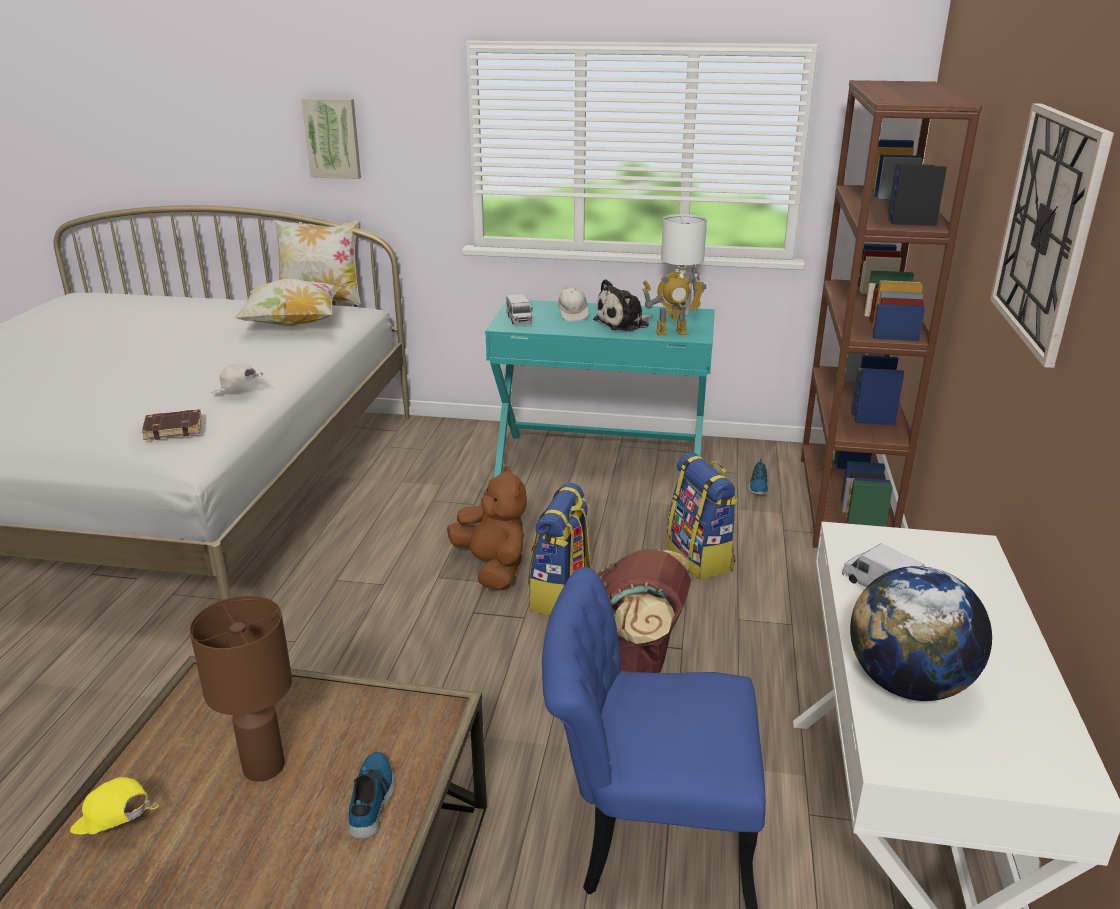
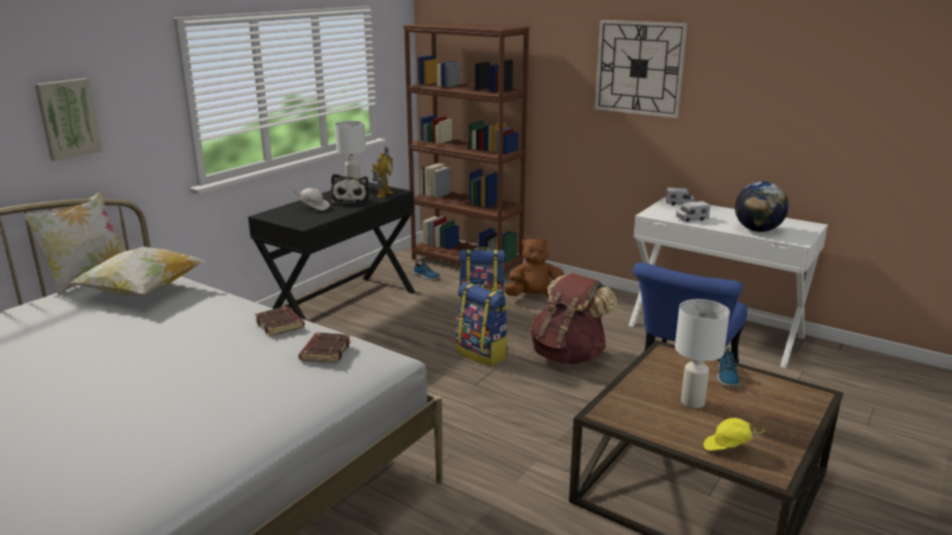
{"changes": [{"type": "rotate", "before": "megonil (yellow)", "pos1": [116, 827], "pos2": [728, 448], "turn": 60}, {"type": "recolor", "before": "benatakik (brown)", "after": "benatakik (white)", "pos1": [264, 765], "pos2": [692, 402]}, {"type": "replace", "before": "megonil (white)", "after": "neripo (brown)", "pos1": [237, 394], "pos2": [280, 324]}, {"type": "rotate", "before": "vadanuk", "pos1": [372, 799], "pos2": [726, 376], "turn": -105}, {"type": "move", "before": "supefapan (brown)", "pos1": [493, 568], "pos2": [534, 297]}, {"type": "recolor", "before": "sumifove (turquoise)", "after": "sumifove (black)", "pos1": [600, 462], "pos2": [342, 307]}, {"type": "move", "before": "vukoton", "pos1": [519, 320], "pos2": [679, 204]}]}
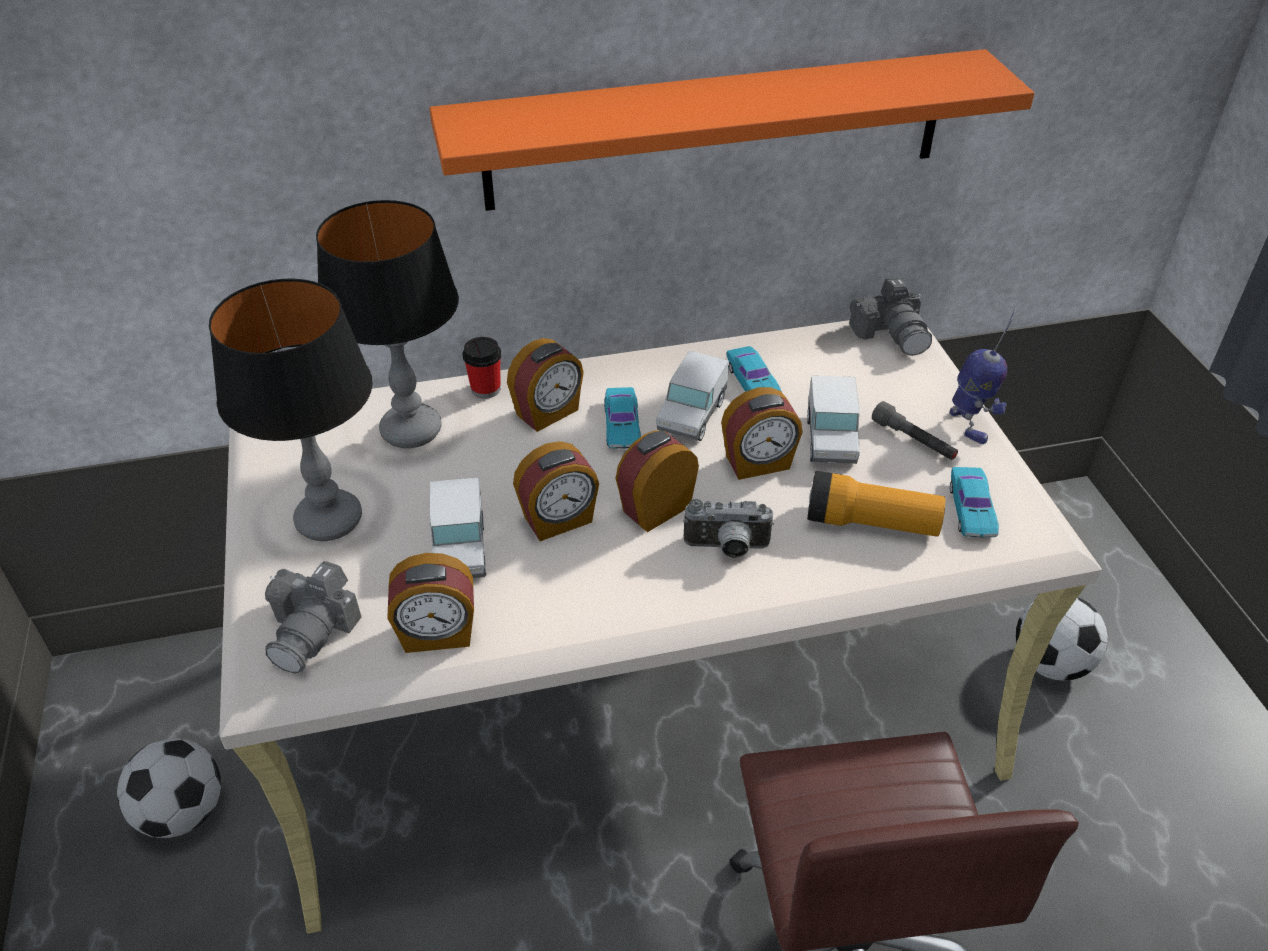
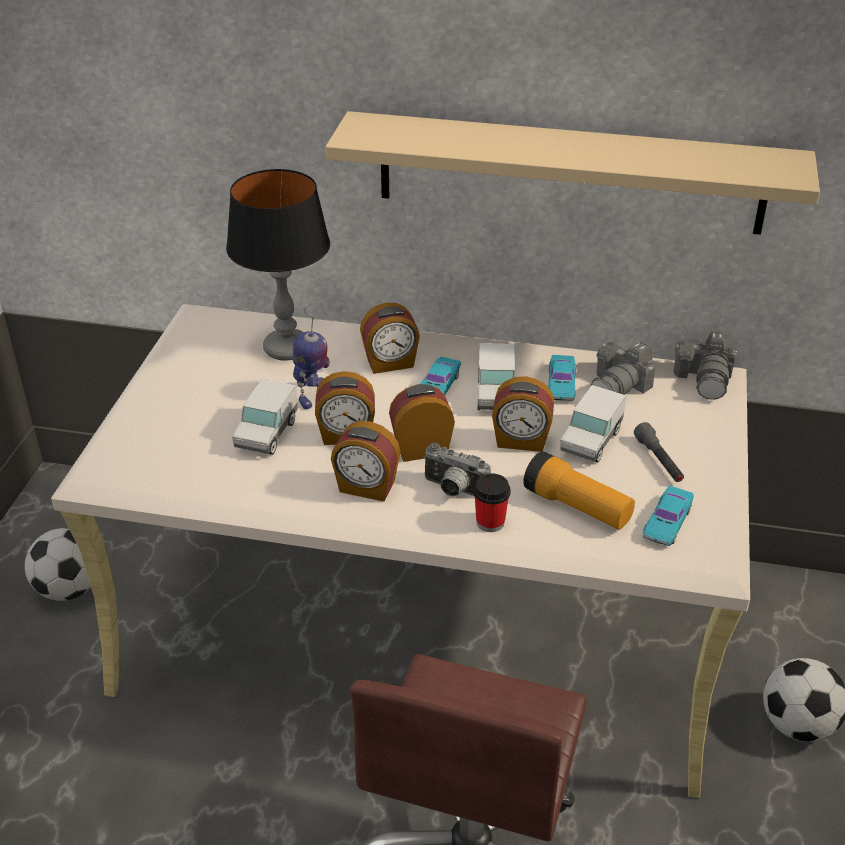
{"changes": [{"type": "delete", "before": "benatakik", "pos1": [328, 520]}, {"type": "move", "before": "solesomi", "pos1": [313, 630], "pos2": [619, 386]}, {"type": "move", "before": "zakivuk", "pos1": [437, 635], "pos2": [366, 488]}, {"type": "recolor", "before": "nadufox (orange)", "after": "nadufox (beige)", "pos1": [716, 130], "pos2": [570, 173]}, {"type": "move", "before": "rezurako", "pos1": [486, 389], "pos2": [490, 522]}, {"type": "rotate", "before": "vukoton", "pos1": [692, 416], "pos2": [495, 394], "turn": -45}, {"type": "move", "before": "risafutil", "pos1": [969, 425], "pos2": [311, 395]}]}
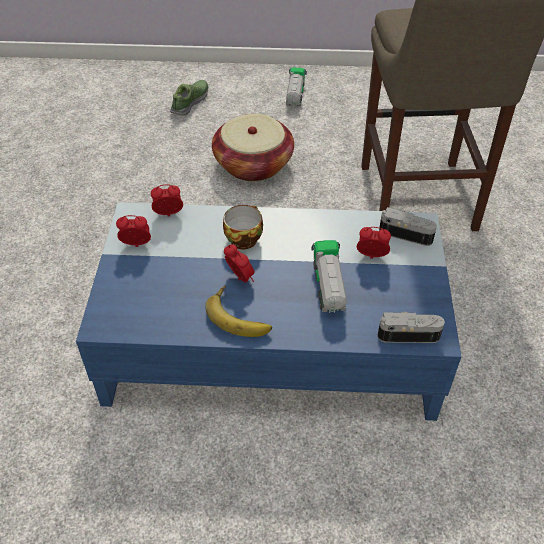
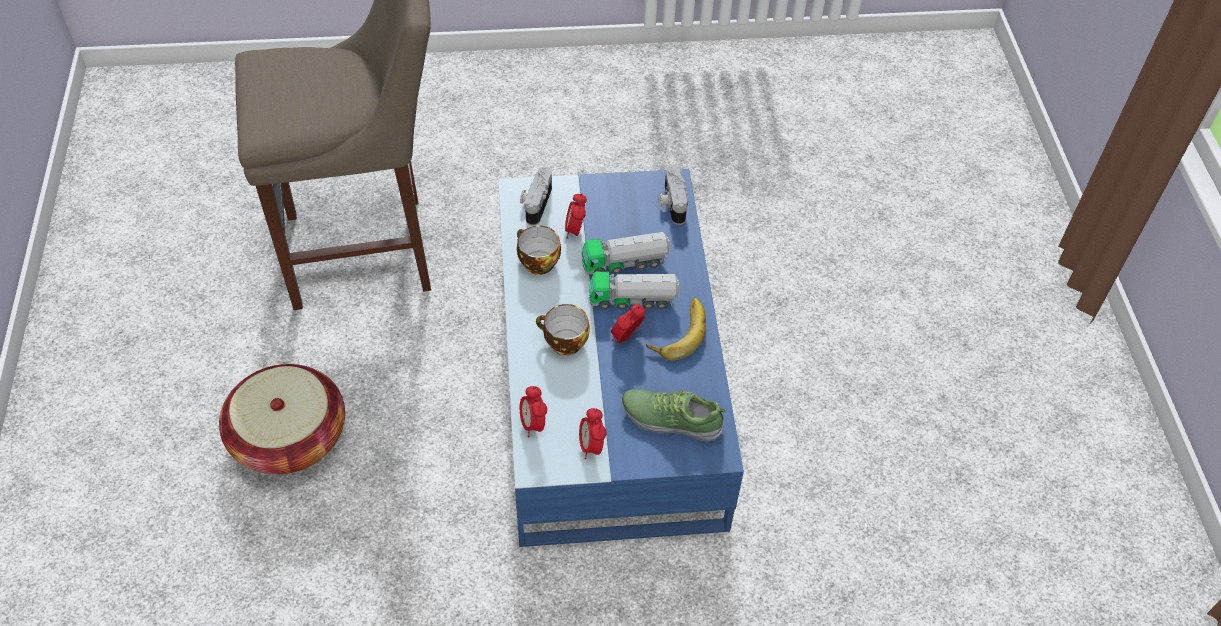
{"changes": [{"type": "move", "before": "vadanuk", "pos1": [190, 102], "pos2": [671, 419]}, {"type": "move", "before": "vukoton", "pos1": [295, 96], "pos2": [633, 300]}, {"type": "insert", "after": "rezurako", "pos2": [536, 262]}]}
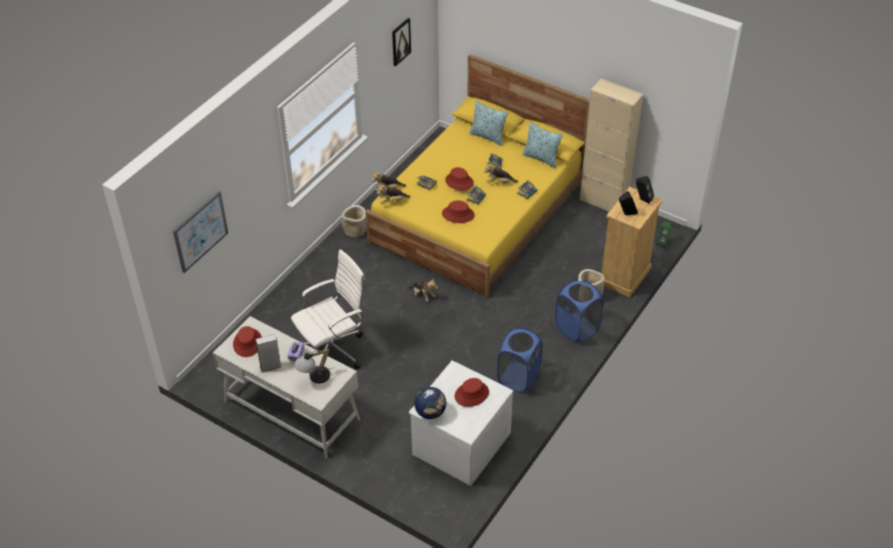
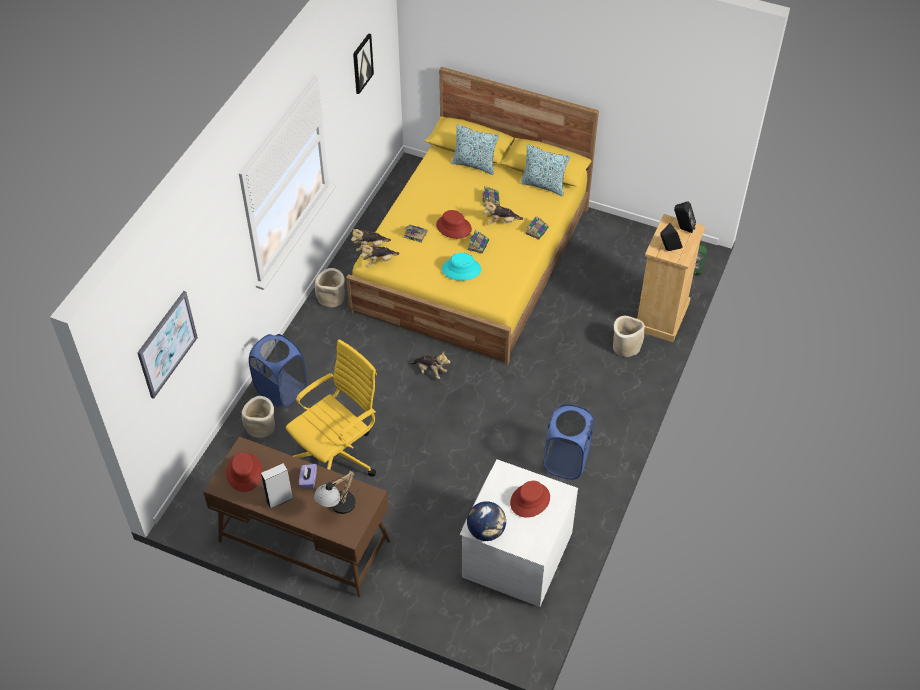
{"changes": [{"type": "recolor", "before": "sumifove (white)", "after": "sumifove (brown)", "pos1": [291, 409], "pos2": [304, 540]}, {"type": "recolor", "before": "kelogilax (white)", "after": "kelogilax (yellow)", "pos1": [333, 350], "pos2": [338, 456]}, {"type": "recolor", "before": "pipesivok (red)", "after": "pipesivok (turquoise)", "pos1": [458, 214], "pos2": [461, 269]}, {"type": "move", "before": "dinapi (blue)", "pos1": [577, 329], "pos2": [281, 389]}, {"type": "delete", "before": "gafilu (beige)", "pos1": [603, 202]}, {"type": "insert", "after": "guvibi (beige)", "pos2": [261, 427]}]}
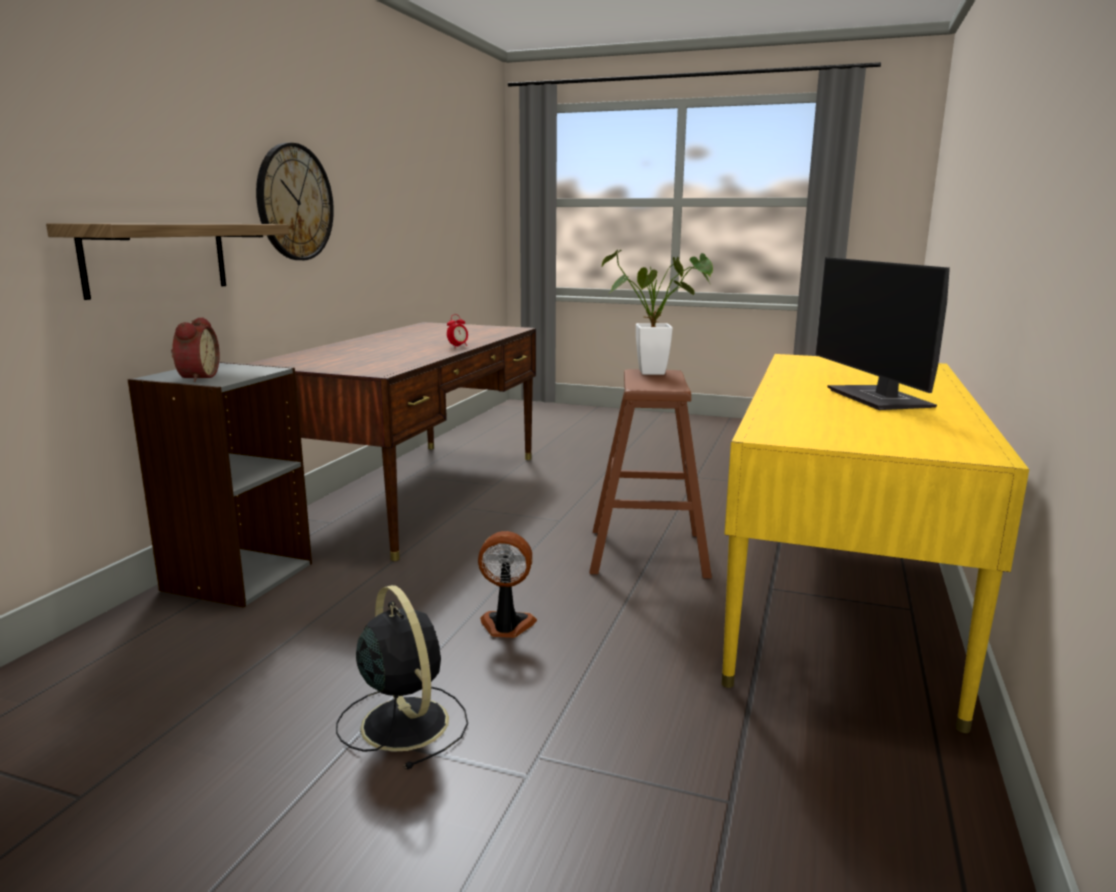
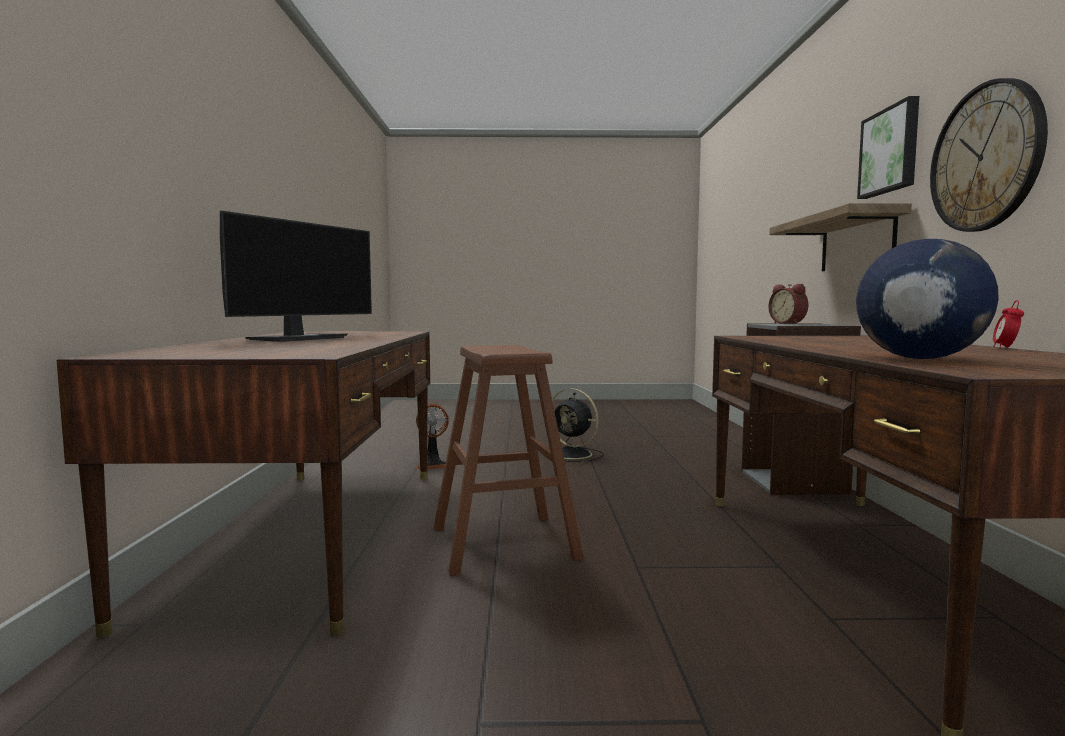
{"changes": [{"type": "move", "before": "zakivuk", "pos1": [458, 346], "pos2": [1005, 348]}, {"type": "move", "before": "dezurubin", "pos1": [506, 626], "pos2": [433, 465]}, {"type": "delete", "before": "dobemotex", "pos1": [659, 373]}, {"type": "recolor", "before": "sumifove (yellow)", "after": "sumifove (brown)", "pos1": [840, 593], "pos2": [312, 532]}, {"type": "rotate", "before": "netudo", "pos1": [880, 399], "pos2": [299, 338], "turn": 60}, {"type": "insert", "after": "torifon", "pos2": [919, 359]}, {"type": "insert", "after": "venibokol", "pos2": [891, 151]}]}
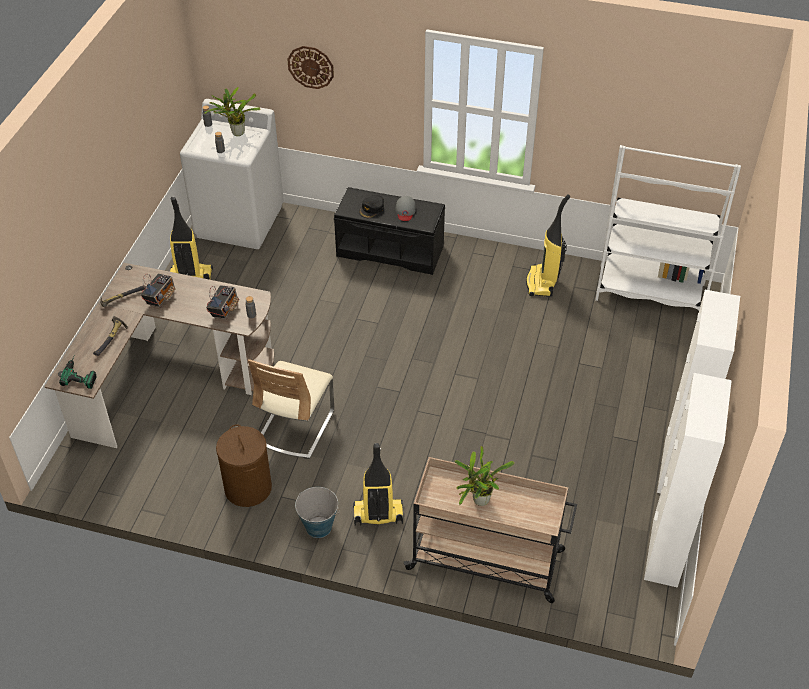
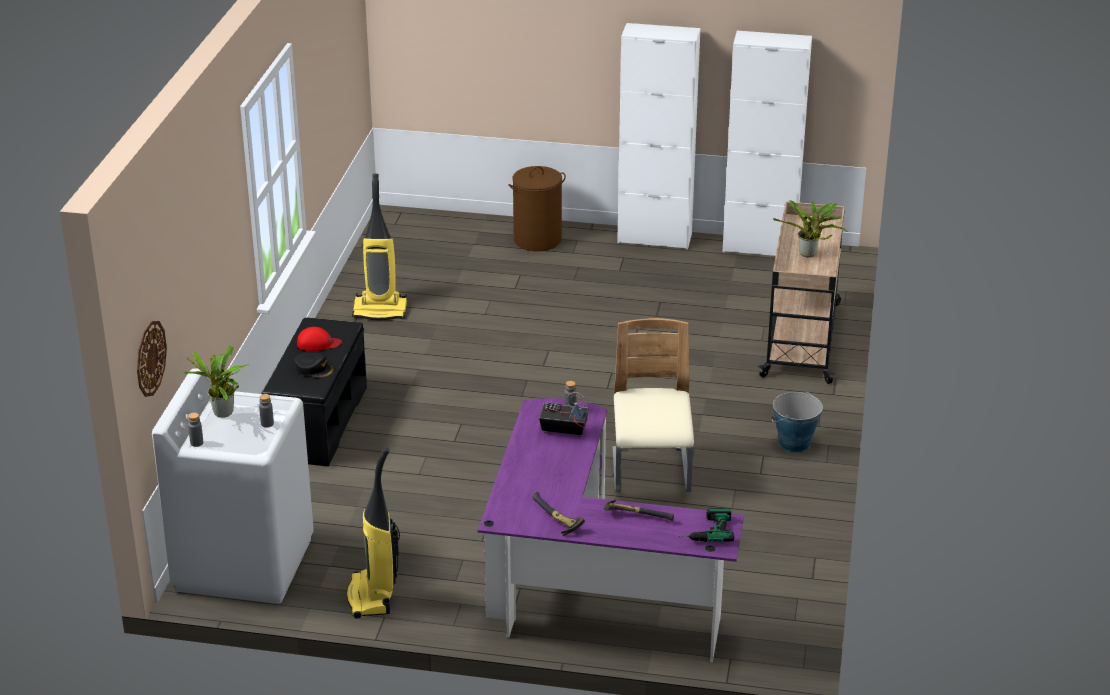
{"changes": [{"type": "recolor", "before": "sumifove (brown)", "after": "sumifove (purple)", "pos1": [168, 376], "pos2": [582, 588]}, {"type": "delete", "before": "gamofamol", "pos1": [160, 297]}, {"type": "move", "before": "dinapi (brown)", "pos1": [248, 488], "pos2": [538, 240]}, {"type": "rotate", "before": "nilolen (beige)", "pos1": [295, 427], "pos2": [651, 473], "turn": -105}, {"type": "move", "before": "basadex", "pos1": [311, 67], "pos2": [150, 358]}, {"type": "delete", "before": "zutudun", "pos1": [377, 515]}, {"type": "recolor", "before": "megonil (grey)", "after": "megonil (red)", "pos1": [405, 210], "pos2": [318, 343]}, {"type": "delete", "before": "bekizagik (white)", "pos1": [650, 292]}]}
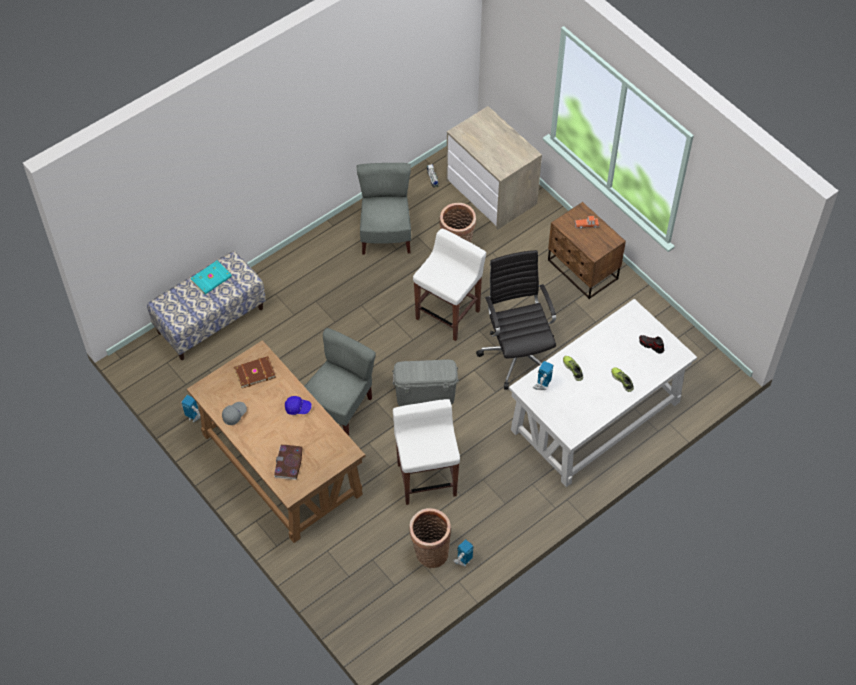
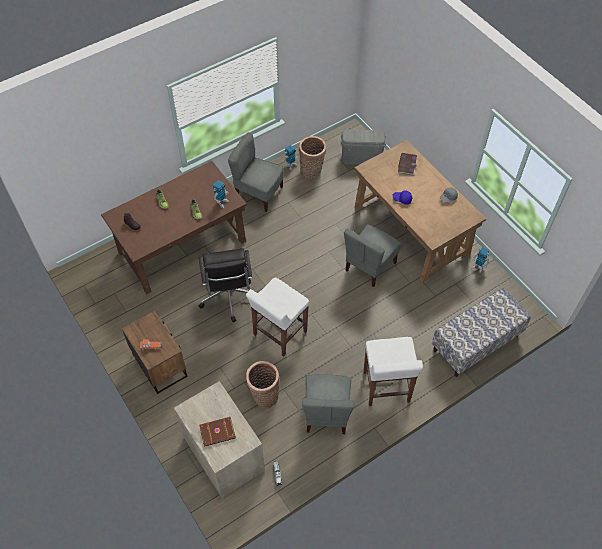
{"changes": [{"type": "delete", "before": "neripo (turquoise)", "pos1": [212, 279]}, {"type": "move", "before": "neripo (brown)", "pos1": [254, 372], "pos2": [218, 433]}, {"type": "move", "before": "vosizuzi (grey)", "pos1": [425, 395], "pos2": [361, 157]}, {"type": "move", "before": "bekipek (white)", "pos1": [426, 478], "pos2": [386, 387]}, {"type": "recolor", "before": "sumifove (white)", "after": "sumifove (brown)", "pos1": [595, 416], "pos2": [182, 246]}, {"type": "insert", "after": "nilolen (grey)", "pos2": [258, 193]}]}
